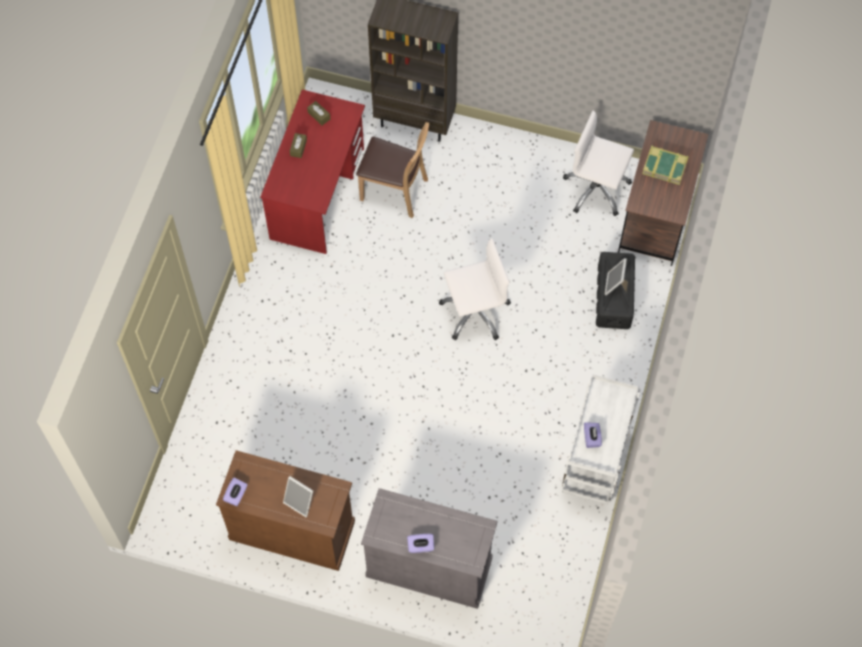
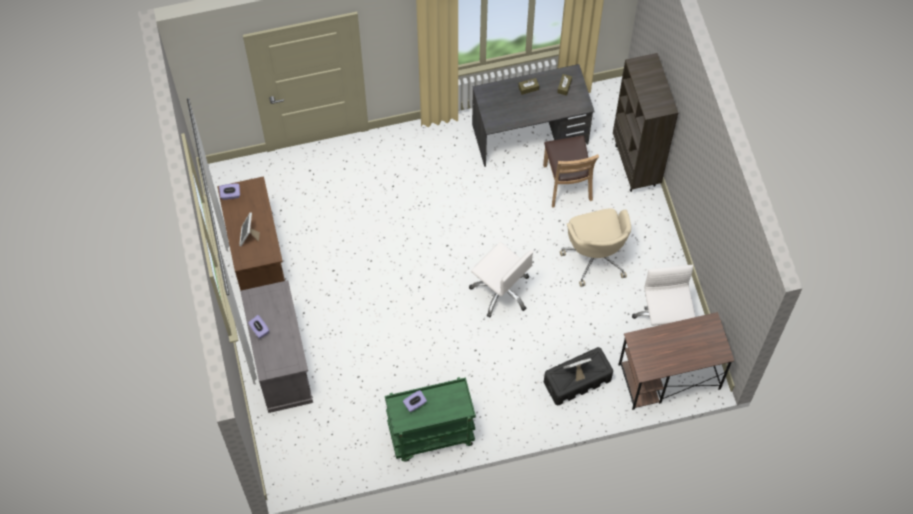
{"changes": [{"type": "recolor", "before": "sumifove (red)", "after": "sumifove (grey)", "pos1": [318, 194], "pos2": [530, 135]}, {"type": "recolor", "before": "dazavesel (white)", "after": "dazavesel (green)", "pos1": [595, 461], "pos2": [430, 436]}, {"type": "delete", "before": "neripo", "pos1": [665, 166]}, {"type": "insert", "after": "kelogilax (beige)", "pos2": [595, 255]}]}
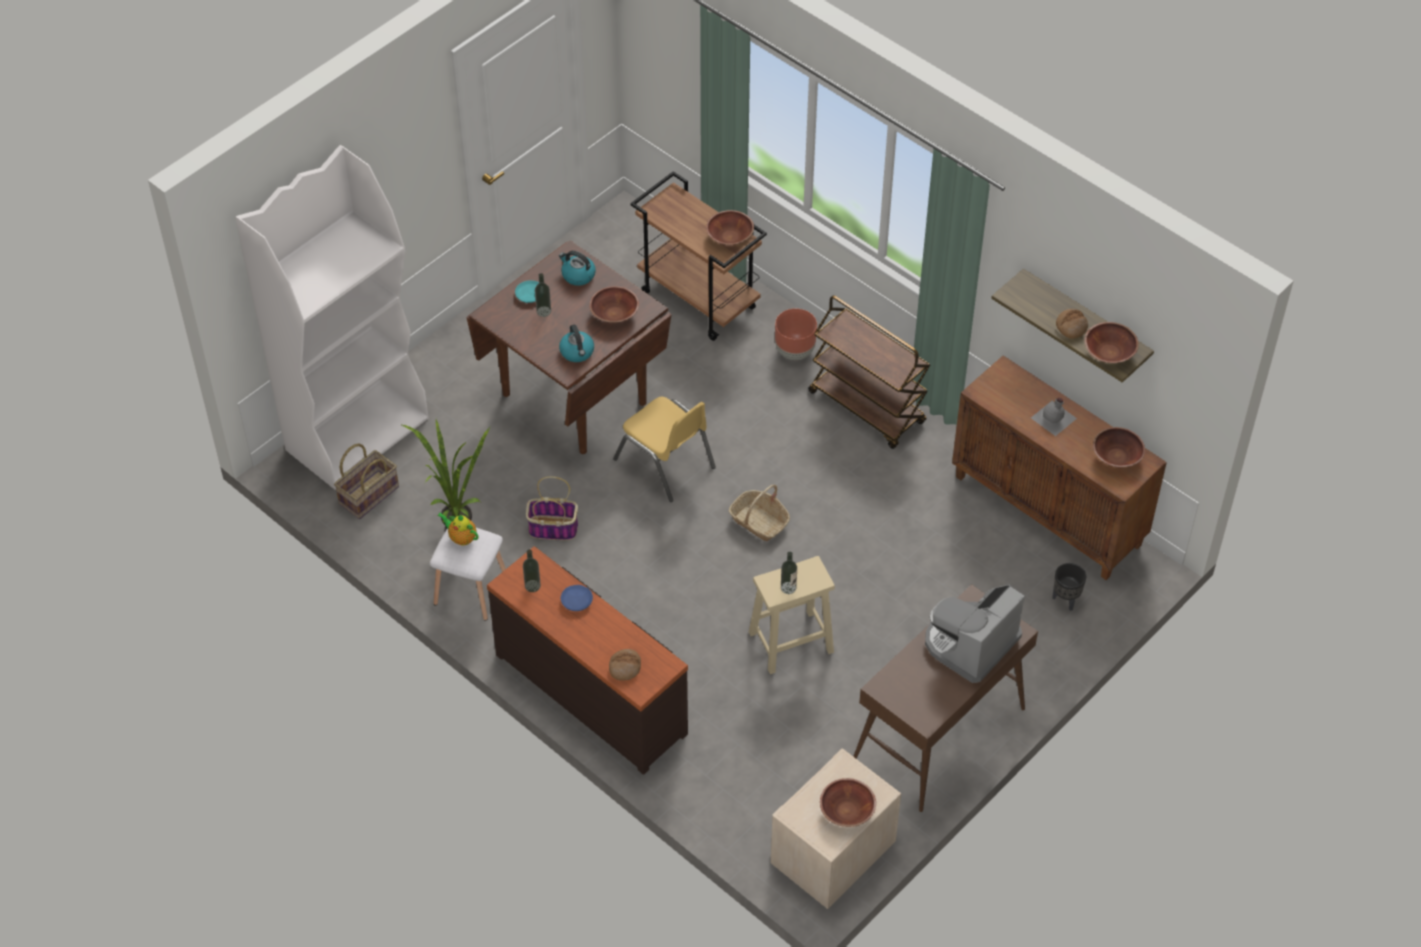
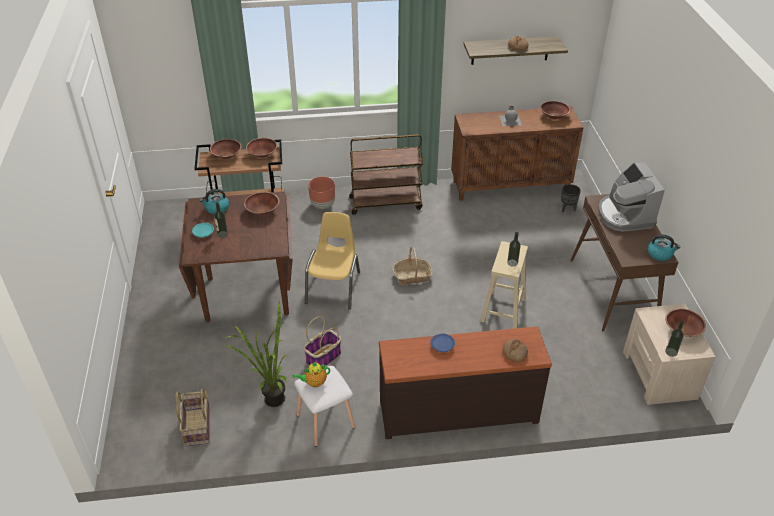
{"changes": [{"type": "delete", "before": "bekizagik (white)", "pos1": [358, 433]}, {"type": "move", "before": "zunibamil", "pos1": [532, 586], "pos2": [671, 352]}, {"type": "move", "before": "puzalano", "pos1": [577, 352], "pos2": [660, 254]}, {"type": "rotate", "before": "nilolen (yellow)", "pos1": [665, 463], "pos2": [334, 287], "turn": -75}, {"type": "move", "before": "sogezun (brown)", "pos1": [1109, 353], "pos2": [226, 155]}]}
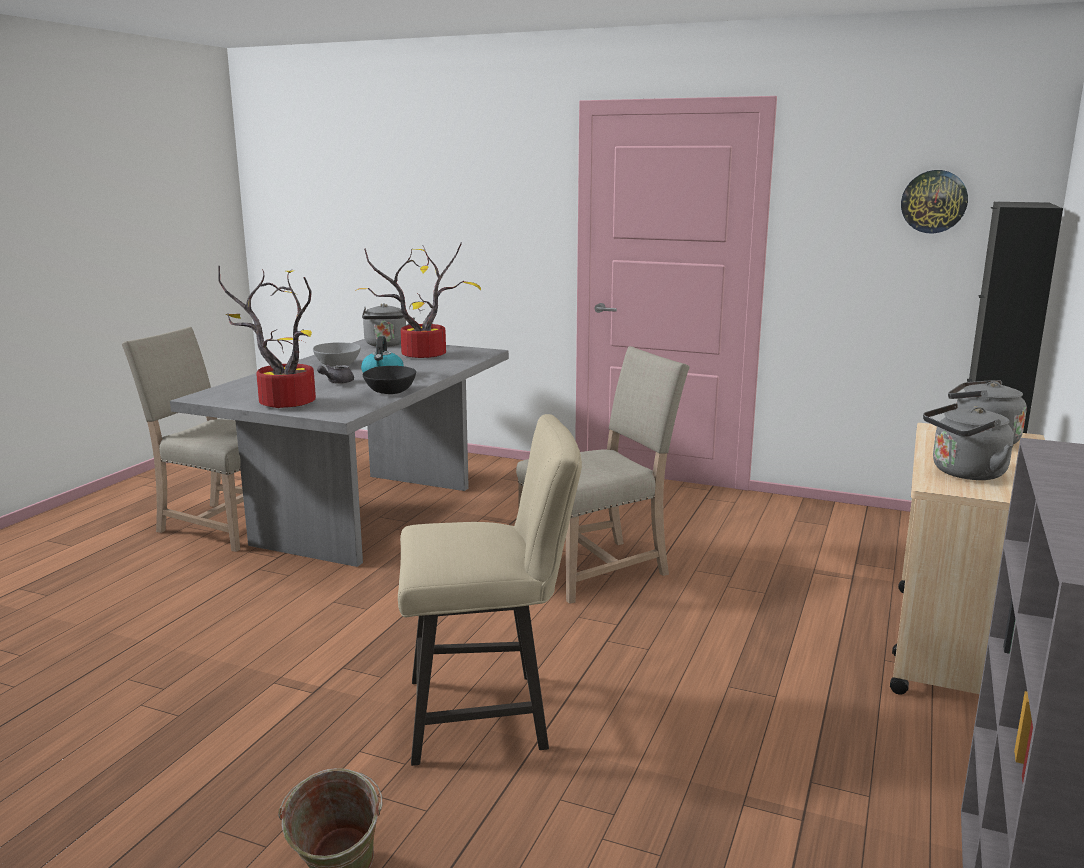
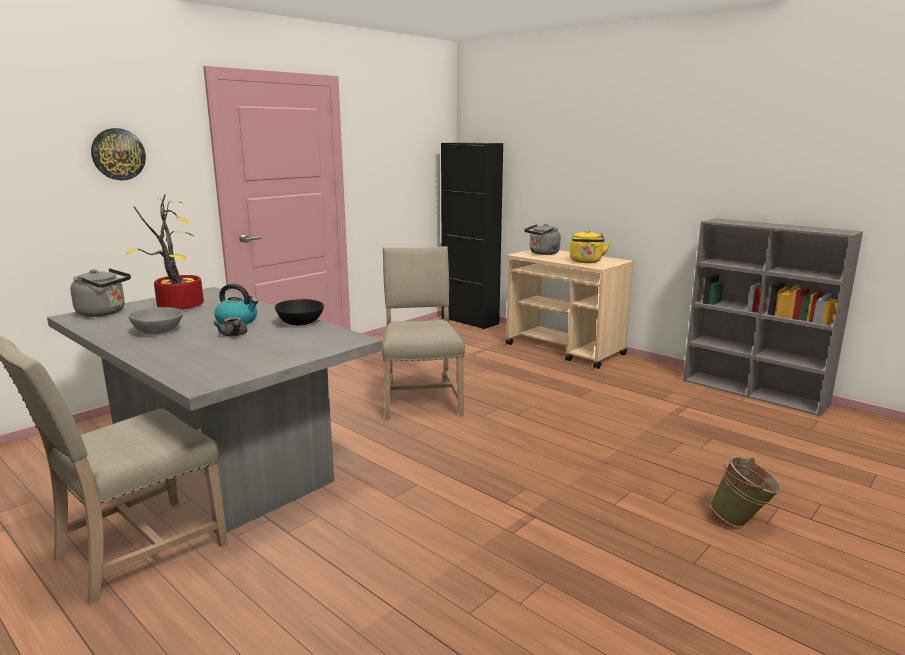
{"changes": [{"type": "delete", "before": "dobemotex", "pos1": [282, 403]}, {"type": "delete", "before": "nilolen (beige)", "pos1": [490, 714]}, {"type": "move", "before": "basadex", "pos1": [934, 201], "pos2": [118, 154]}, {"type": "recolor", "before": "puzalano (grey)", "after": "puzalano (yellow)", "pos1": [964, 473], "pos2": [586, 262]}]}
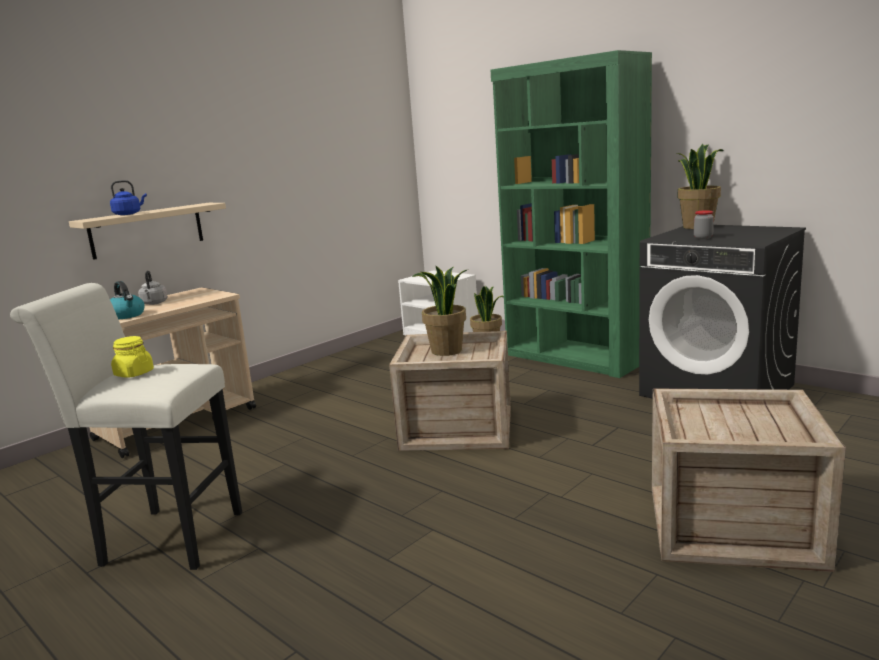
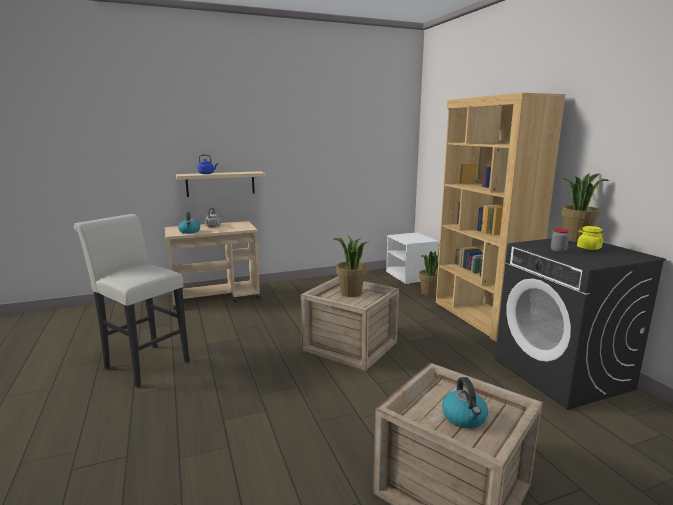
{"changes": [{"type": "move", "before": "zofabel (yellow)", "pos1": [134, 373], "pos2": [588, 248]}, {"type": "recolor", "before": "bekizagik (green)", "after": "bekizagik (brown)", "pos1": [575, 358], "pos2": [480, 317]}, {"type": "insert", "after": "puzalano", "pos2": [464, 418]}]}
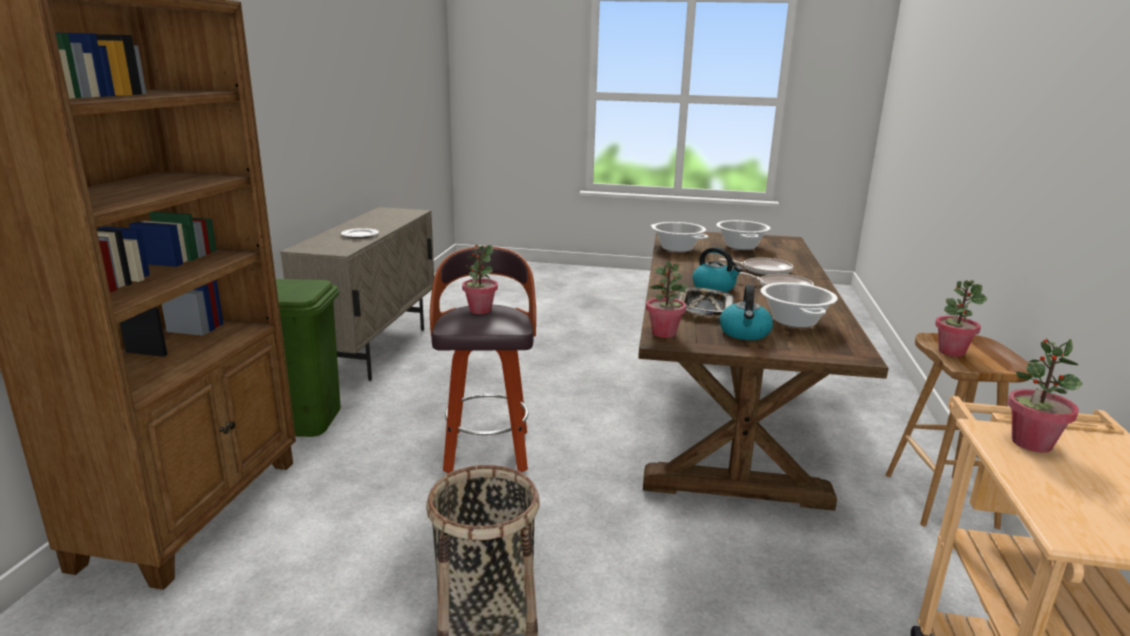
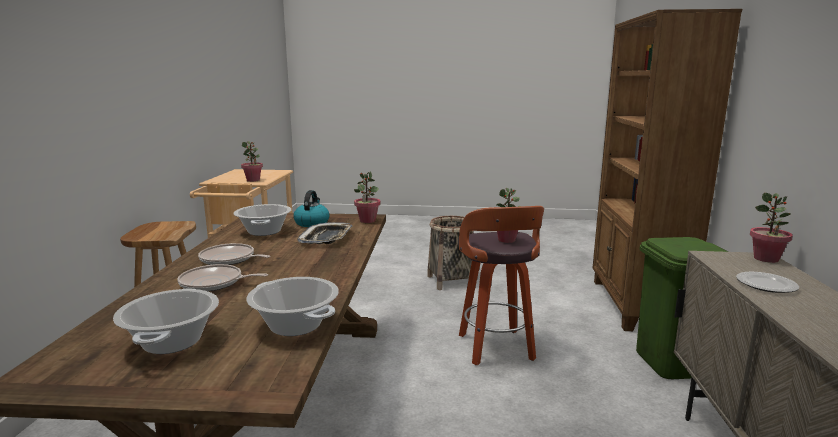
{"changes": [{"type": "delete", "before": "puzalano", "pos1": [714, 288]}, {"type": "move", "before": "dobemotex", "pos1": [951, 352], "pos2": [766, 259]}]}
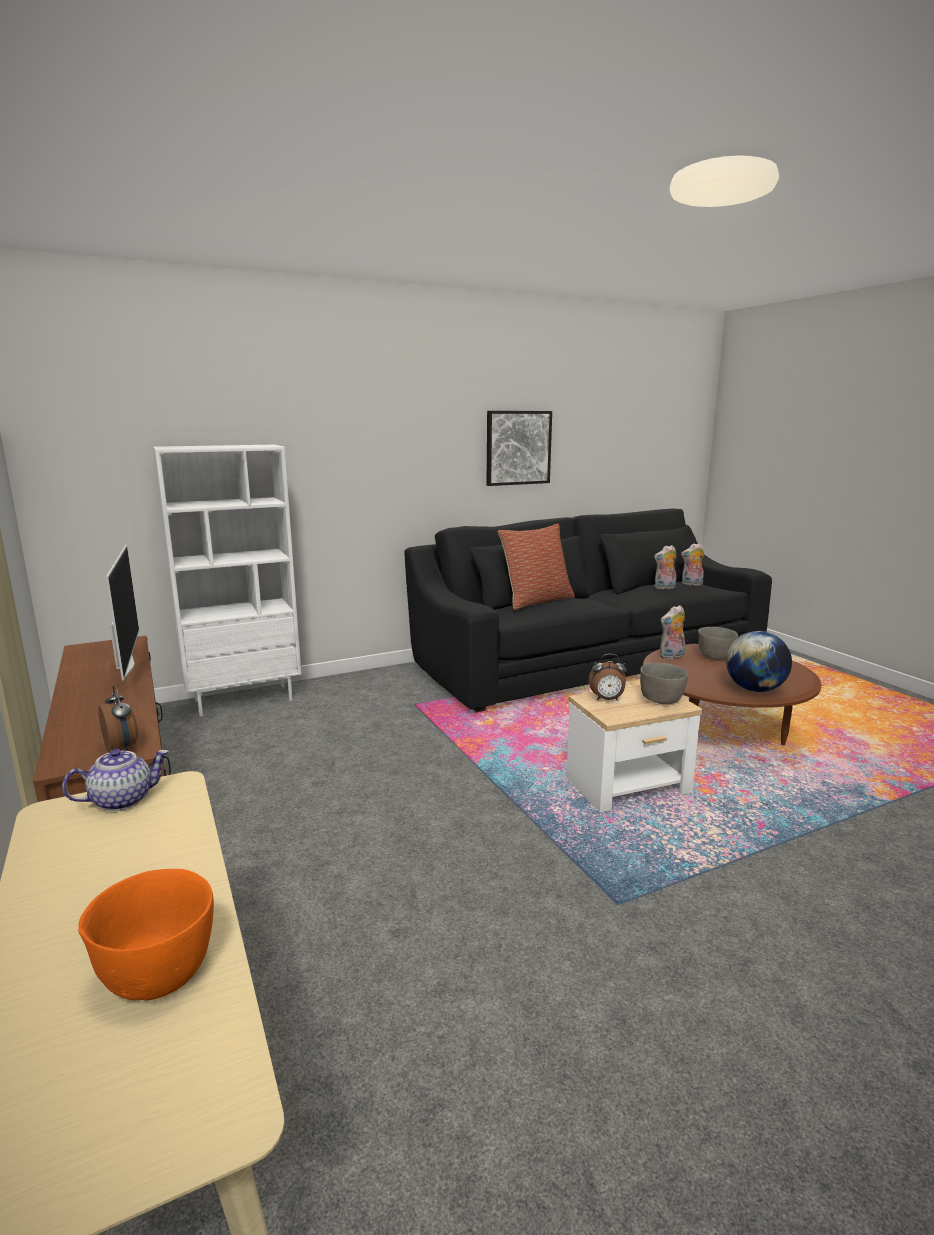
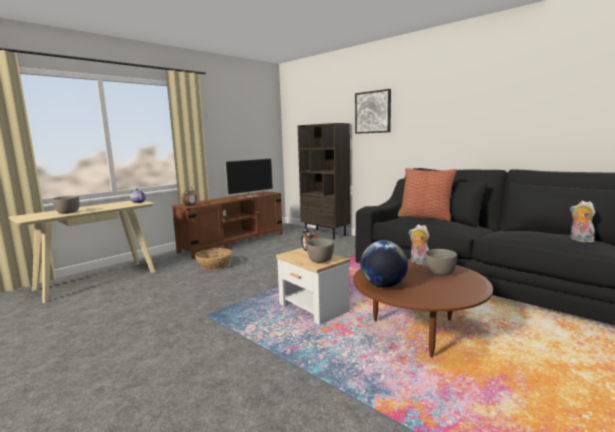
{"changes": [{"type": "recolor", "before": "sogezun (orange)", "after": "sogezun (grey)", "pos1": [159, 974], "pos2": [67, 213]}, {"type": "recolor", "before": "bekizagik (white)", "after": "bekizagik (brown)", "pos1": [244, 699], "pos2": [325, 234]}, {"type": "move", "before": "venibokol", "pos1": [518, 448], "pos2": [373, 112]}, {"type": "delete", "before": "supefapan", "pos1": [664, 588]}, {"type": "insert", "after": "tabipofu", "pos2": [214, 265]}]}
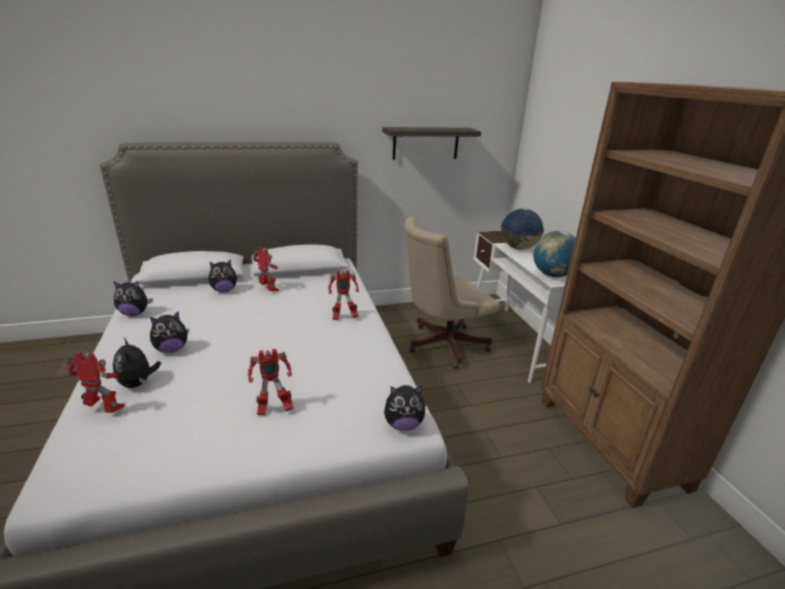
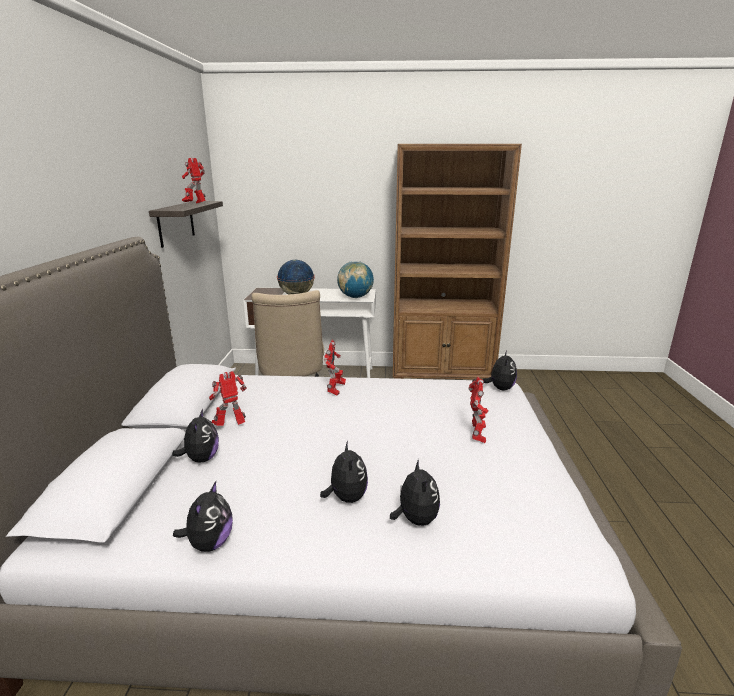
{"changes": [{"type": "move", "before": "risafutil", "pos1": [105, 410], "pos2": [196, 204]}, {"type": "rotate", "before": "supefapan", "pos1": [138, 383], "pos2": [415, 519], "turn": -90}]}
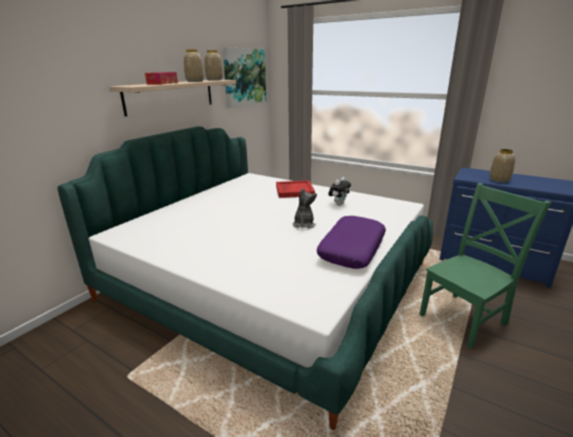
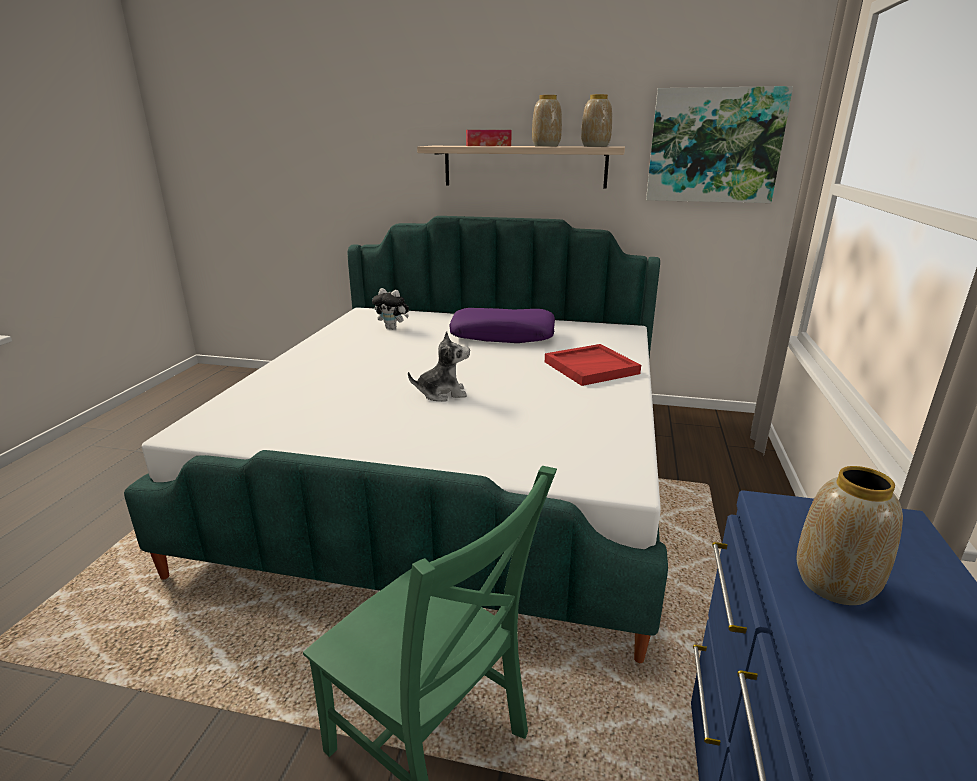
{"changes": [{"type": "move", "before": "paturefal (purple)", "pos1": [351, 249], "pos2": [503, 335]}, {"type": "move", "before": "supefapan", "pos1": [339, 204], "pos2": [393, 328]}]}
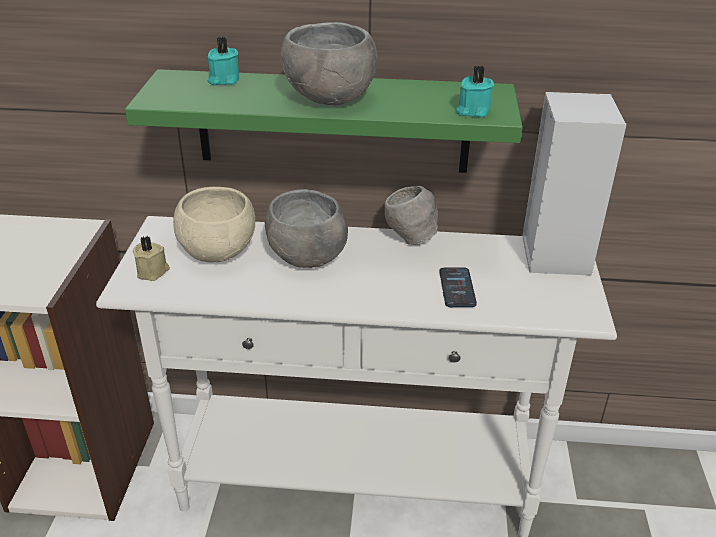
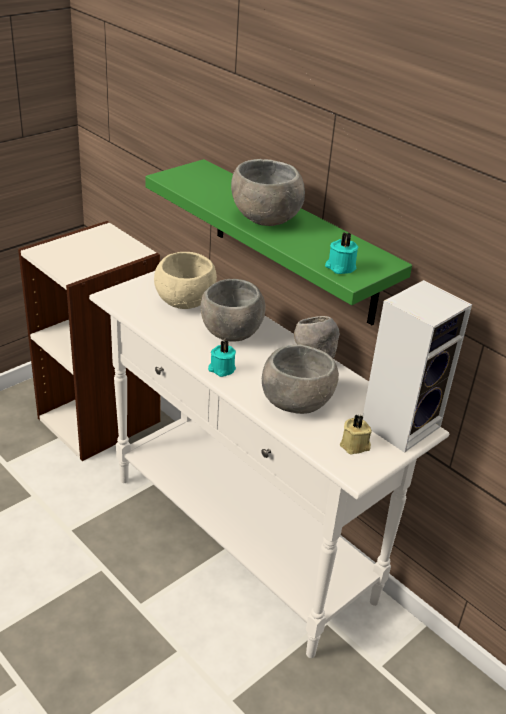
{"changes": [{"type": "move", "before": "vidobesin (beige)", "pos1": [153, 271], "pos2": [355, 446]}, {"type": "move", "before": "vidobesin (turquoise)", "pos1": [223, 80], "pos2": [221, 369]}, {"type": "replace", "before": "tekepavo", "after": "sogezun (grey)", "pos1": [457, 288], "pos2": [294, 403]}]}
